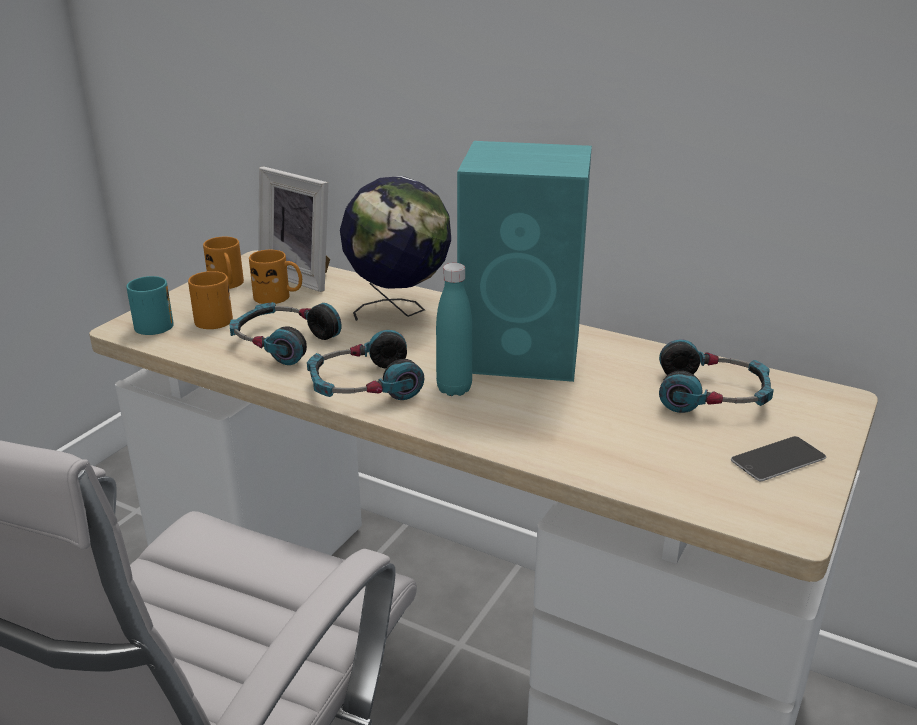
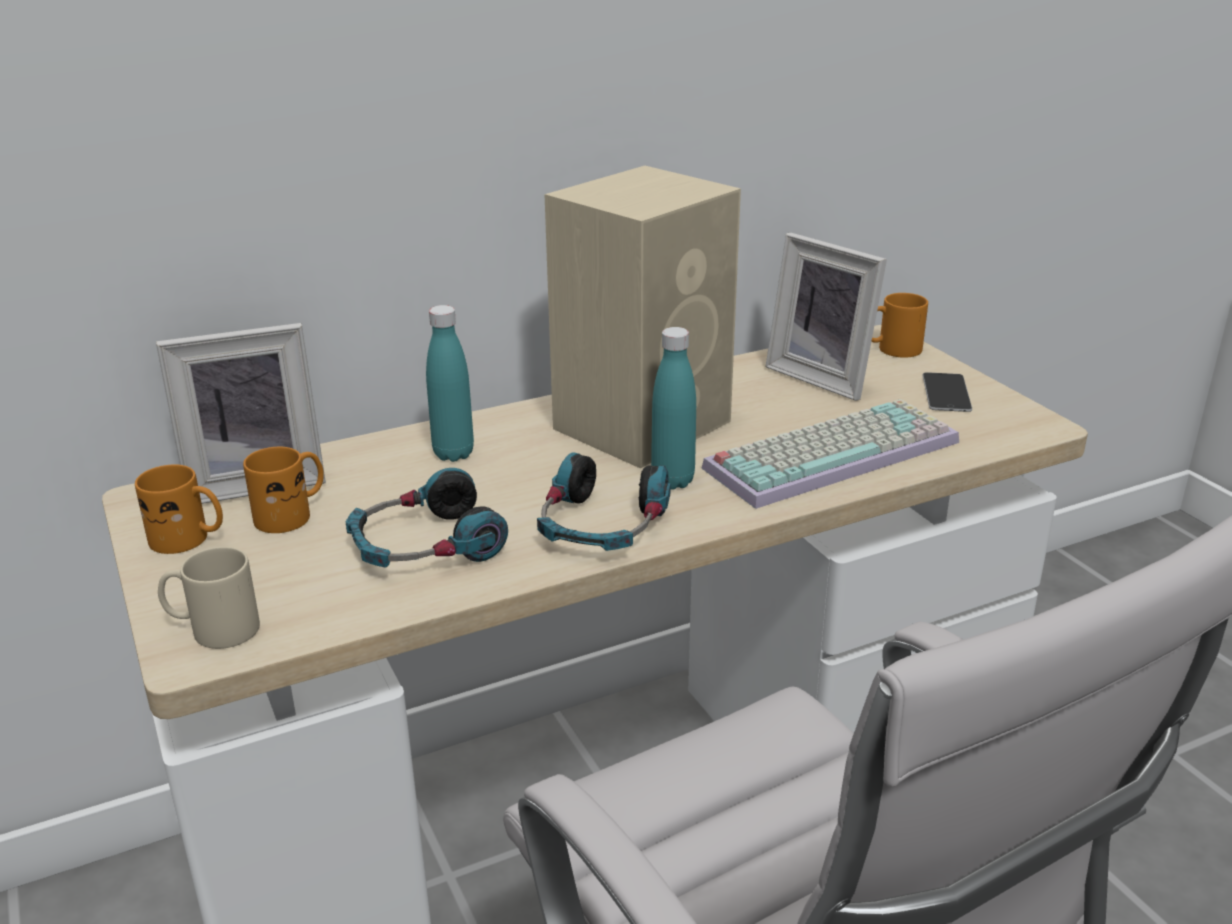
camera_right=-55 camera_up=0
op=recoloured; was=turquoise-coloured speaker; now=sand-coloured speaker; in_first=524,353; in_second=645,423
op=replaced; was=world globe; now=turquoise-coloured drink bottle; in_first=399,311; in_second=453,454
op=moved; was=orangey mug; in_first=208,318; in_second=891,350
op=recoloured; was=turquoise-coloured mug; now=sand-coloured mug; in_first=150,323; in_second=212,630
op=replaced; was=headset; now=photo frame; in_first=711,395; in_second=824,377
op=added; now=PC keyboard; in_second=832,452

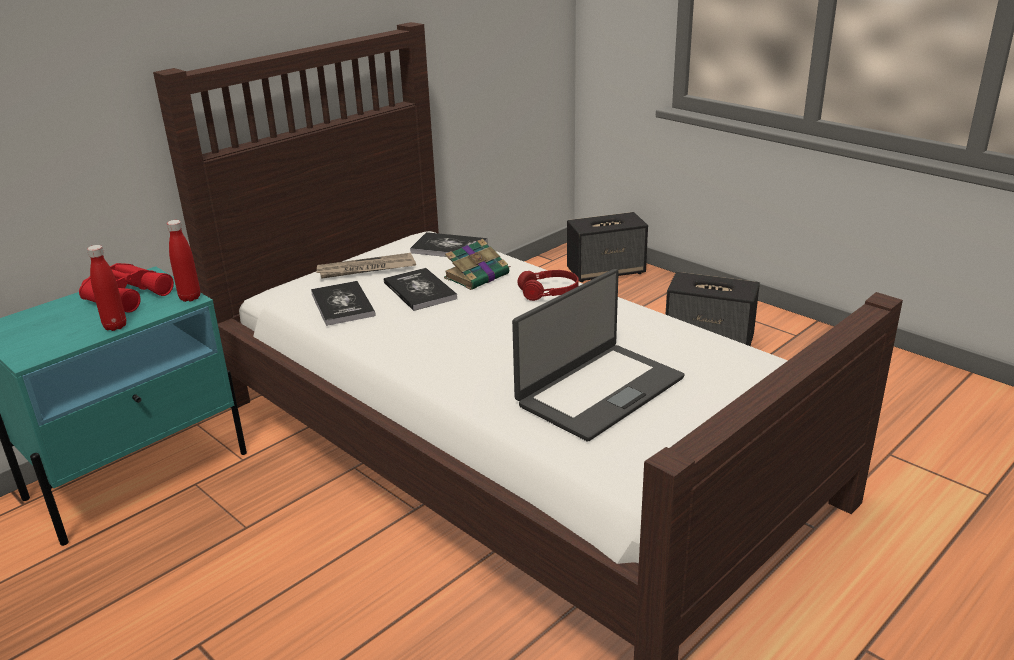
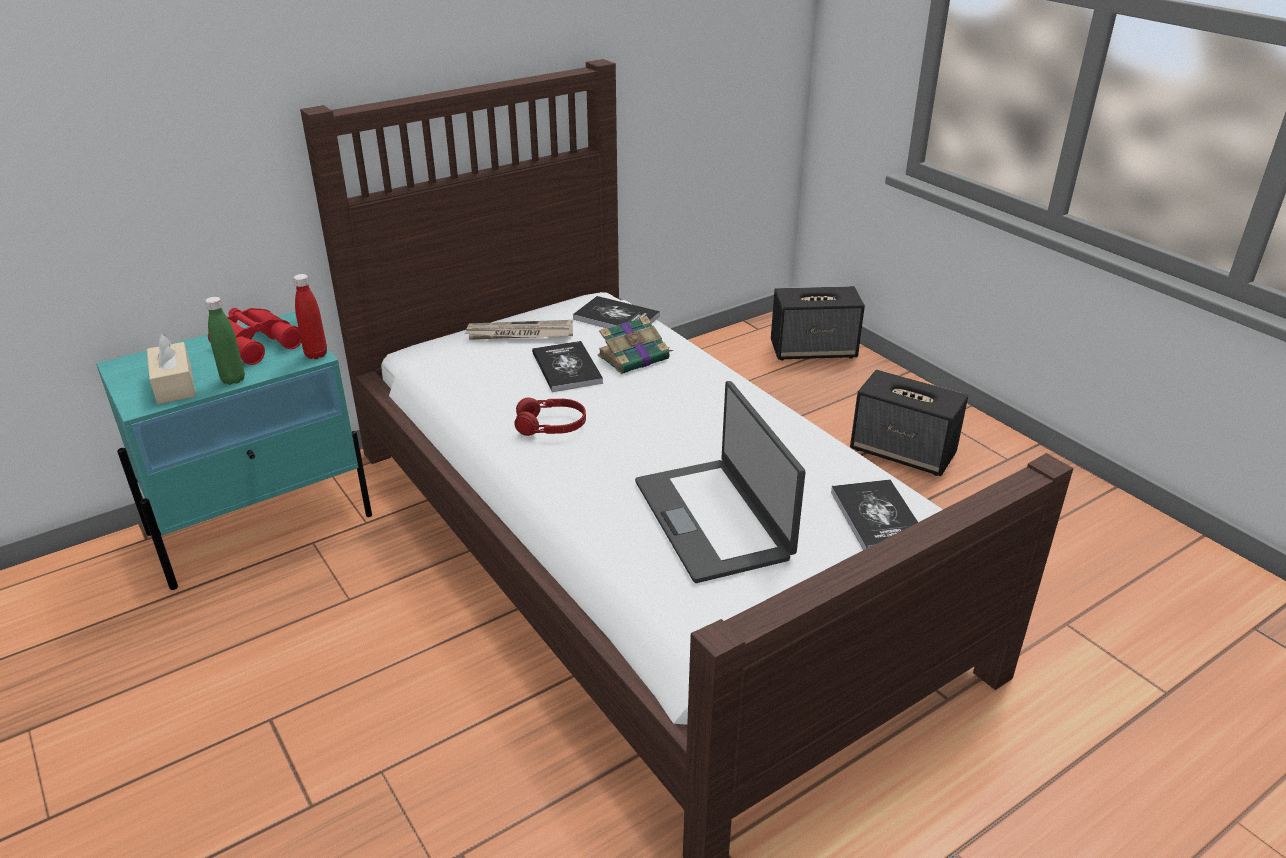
camera_right=10 camera_up=5
op=recoloured; was=red-coloured drink bottle; now=greenish drink bottle; in_first=115,326; in_second=233,379
op=turned; was=laptop; in_first=598,390; in_second=714,519; clockwise=105
op=moved; was=red-coloured headset; in_first=549,292; in_second=551,426
op=moved; was=bound book; in_first=342,304; in_second=878,518
op=added; now=sand-coloured tissue holder; in_second=174,385

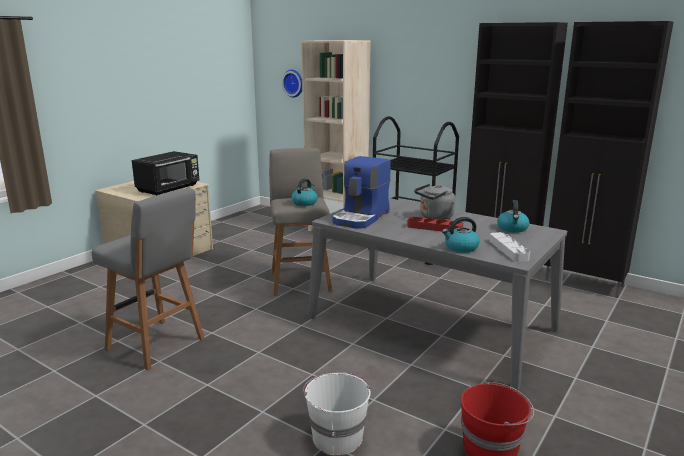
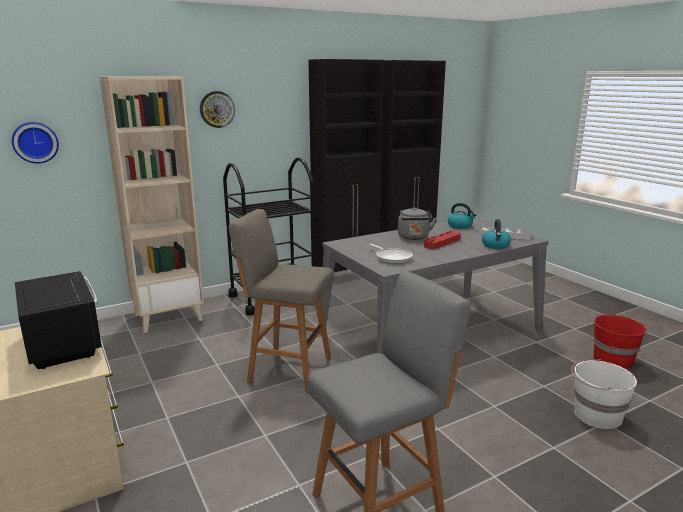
camera_right=-65 camera_up=0
op=replaced; was=coffee machine; now=skillet; in_first=361,218; in_second=392,258
op=removed; was=tea kettle; in_first=304,203
op=added; now=hanging clock; in_second=217,109

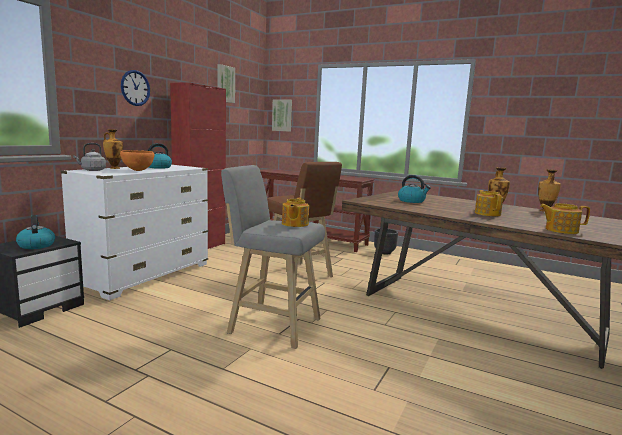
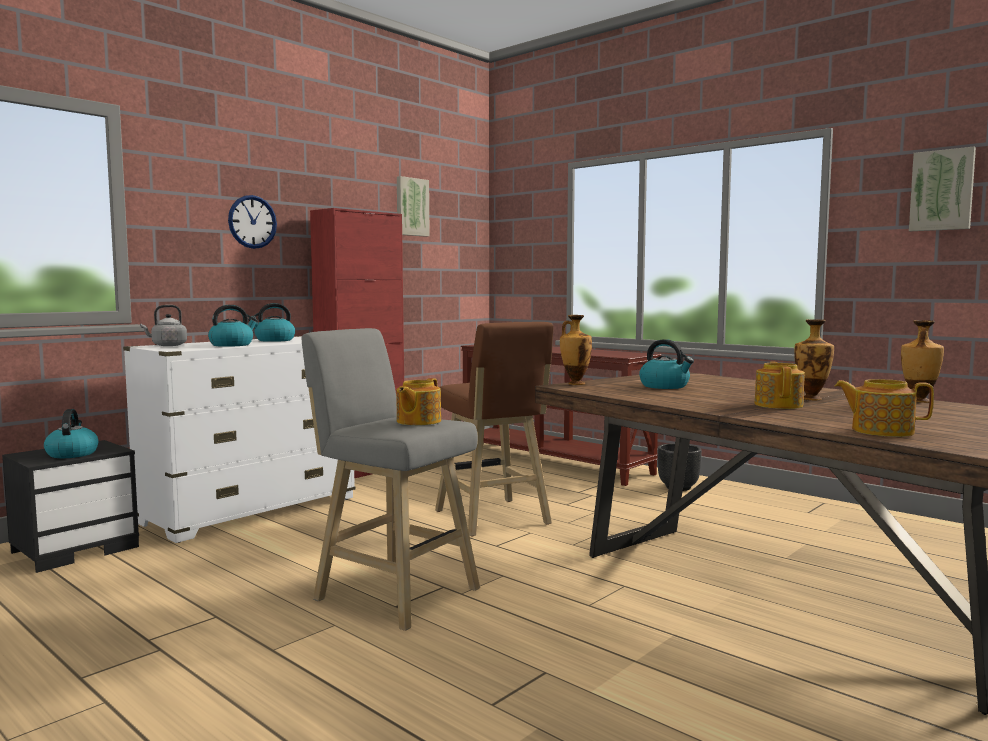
camera_right=15 camera_up=-5
op=moved; was=wall art; in_first=282,115; in_second=942,190
op=moved; was=vase; in_first=114,168; in_second=575,383
op=replaced; was=orangey deep dish; now=tea kettle; in_first=137,171; in_second=232,345

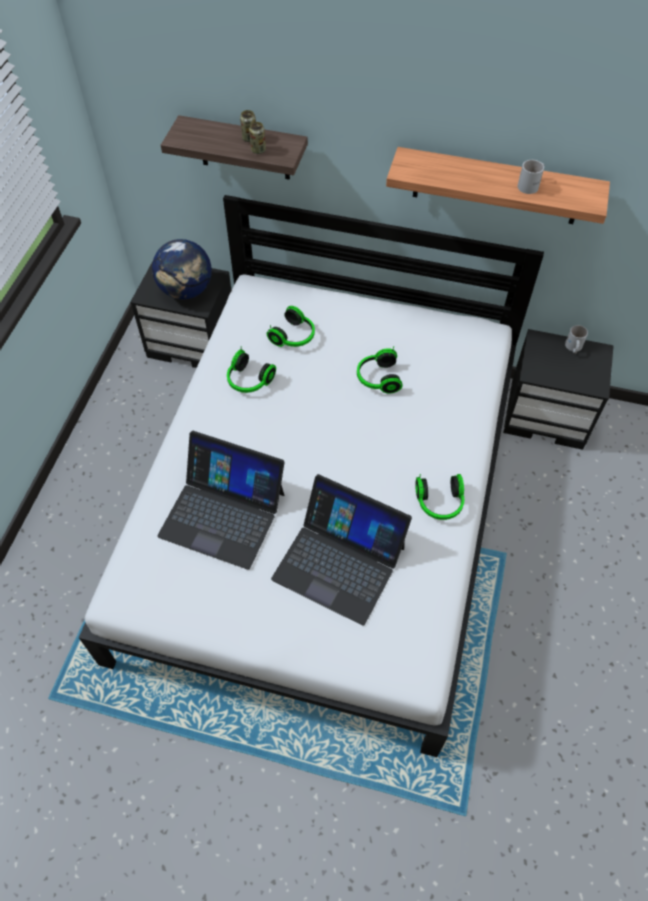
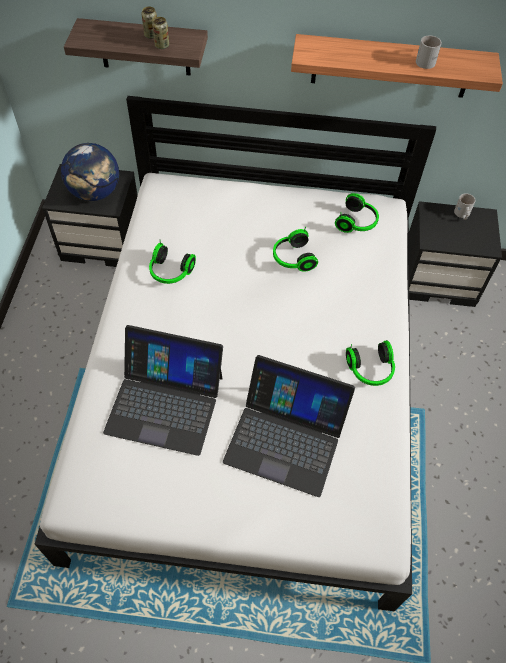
camera_right=-10 camera_up=0
op=moved; was=headset; in_first=294,337; in_second=357,222

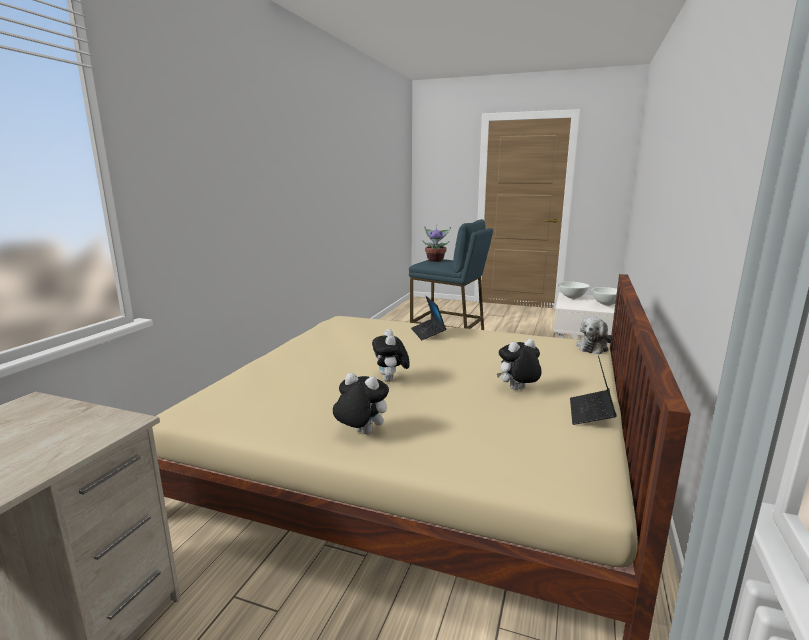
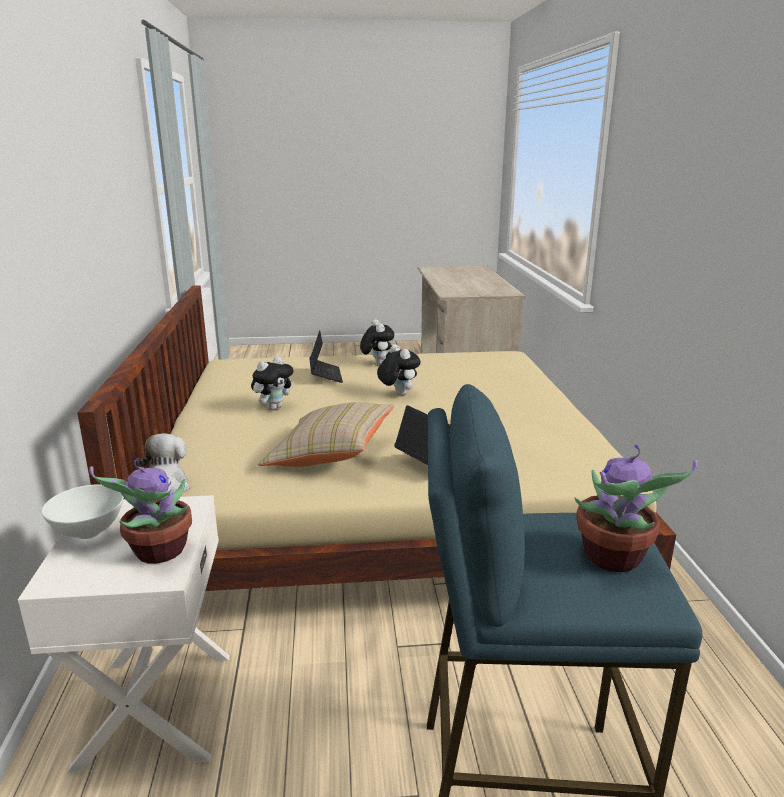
camera_right=155 camera_up=5
op=replaced; was=whitish deep dish; now=potted plant; in_first=572,298; in_second=158,552
op=moved; was=laptop; in_first=591,413; in_second=325,375
op=turned; was=soft toy; in_first=360,433; in_second=376,363; clockwise=-105
op=added; now=sand-coloured throw pillow; in_second=330,455

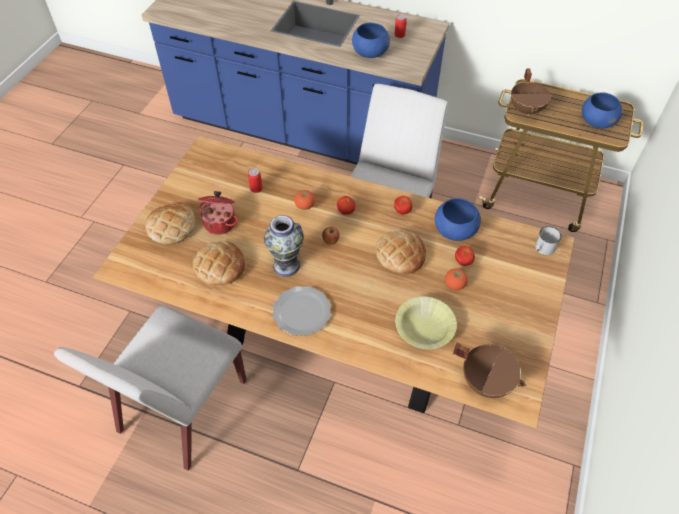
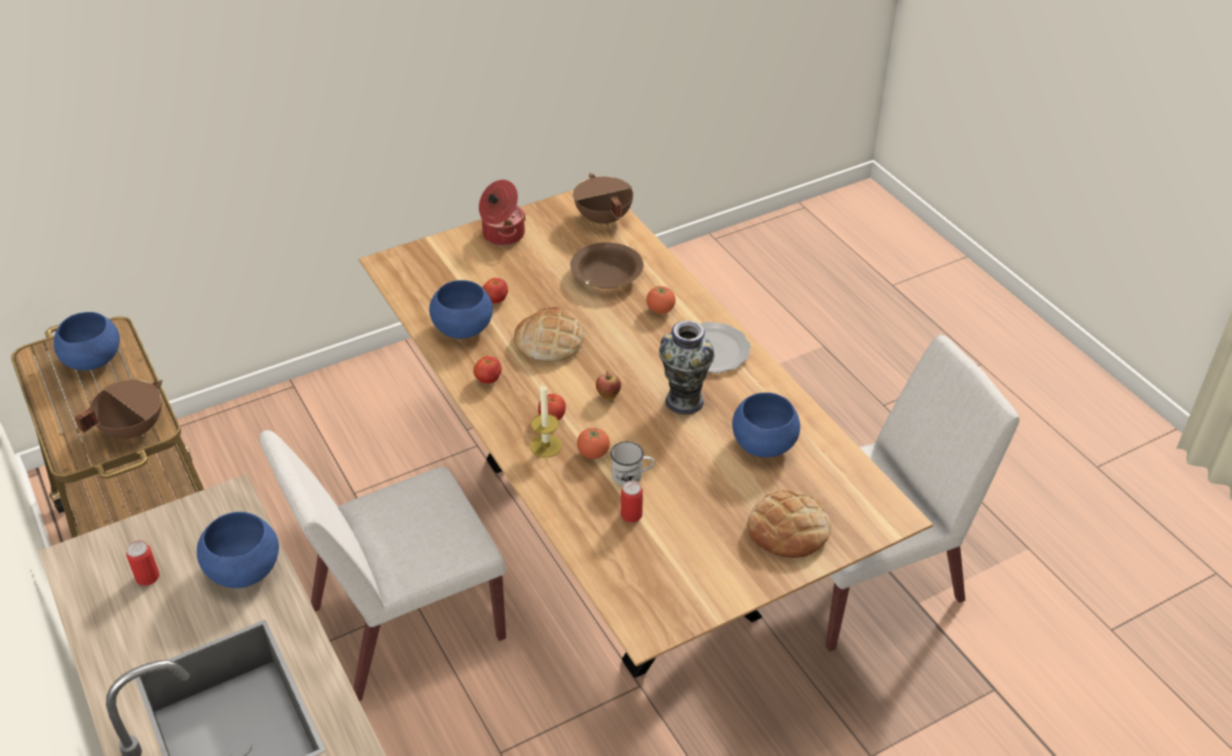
camera_right=-140 camera_up=-10
op=moved; was=cooking pot; in_first=220,222; in_second=502,234
op=moved; was=whitish mug; in_first=542,249; in_second=632,475
op=replaced; was=baked bread; now=bluish deep dish; in_first=220,266; in_second=763,444
op=moved; was=tomato; in_first=454,285; in_second=660,310
op=recoloured; was=yellow-coloured deep dish; now=brown-coloured deep dish; in_first=424,328; in_second=606,275
op=added; now=wax light; in_second=546,445

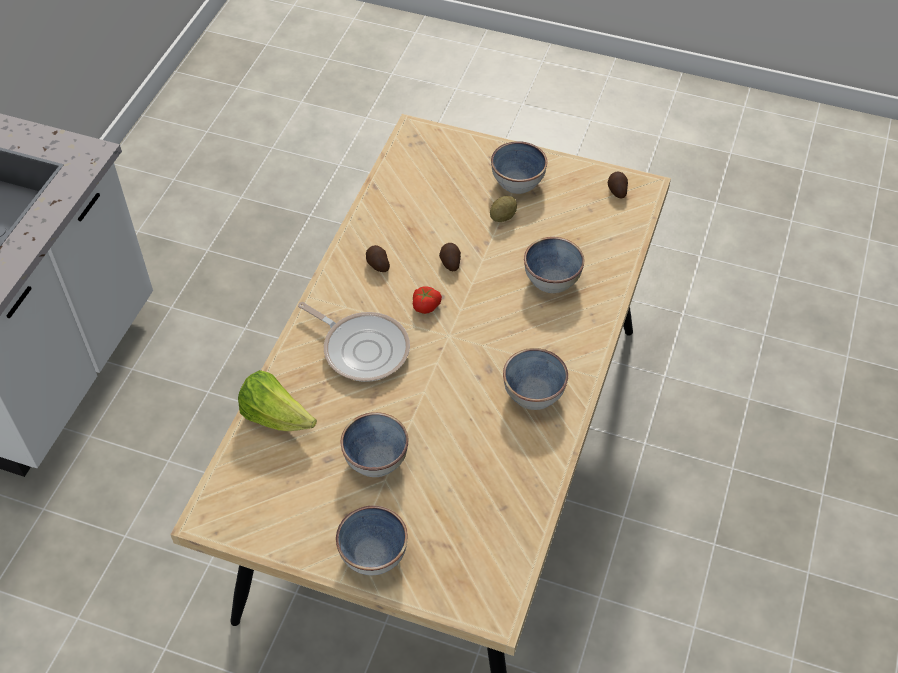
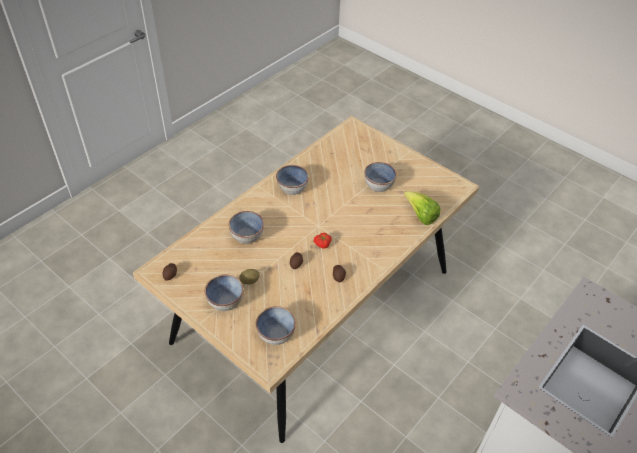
camera_right=-160 camera_up=-5
op=removed; was=skillet; in_first=362,348
op=moved; was=deep dish; in_first=374,555; in_second=275,334

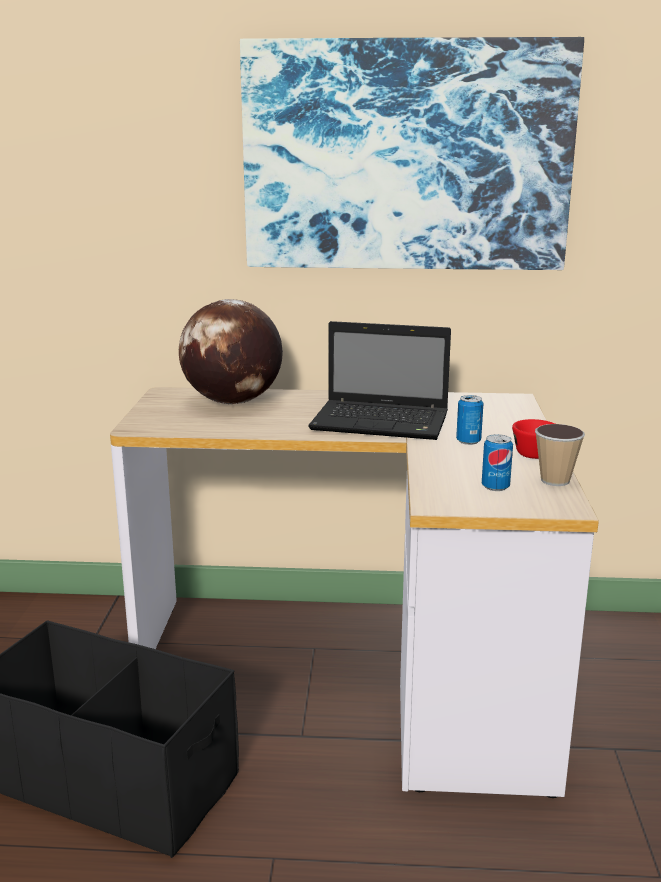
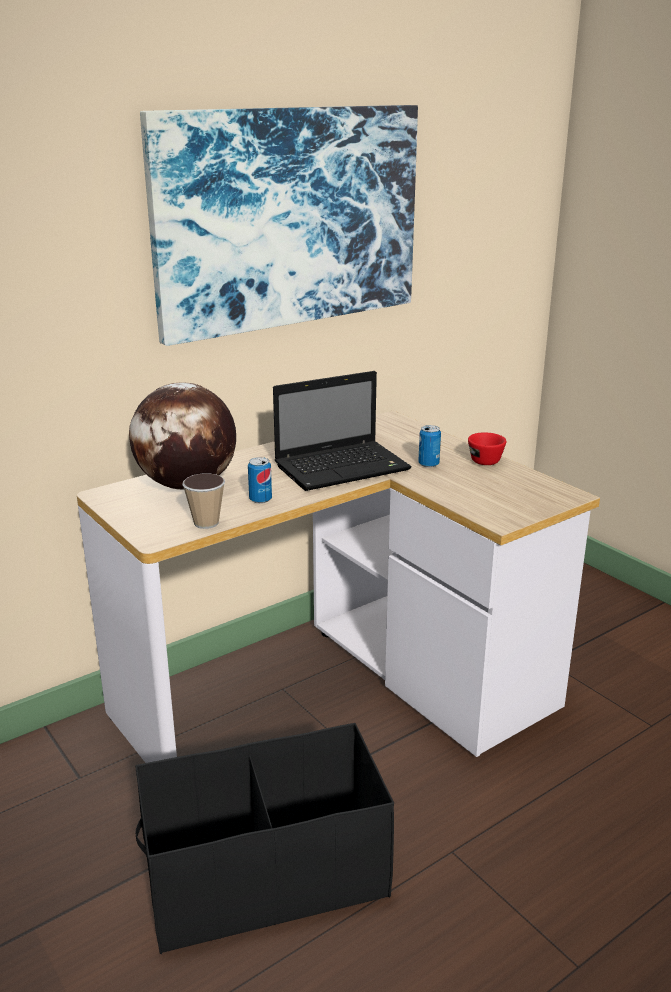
camera_right=-40 camera_up=5
op=moved; was=cup; in_first=555,480; in_second=206,523
op=moved; was=can; in_first=495,487; in_second=260,499

